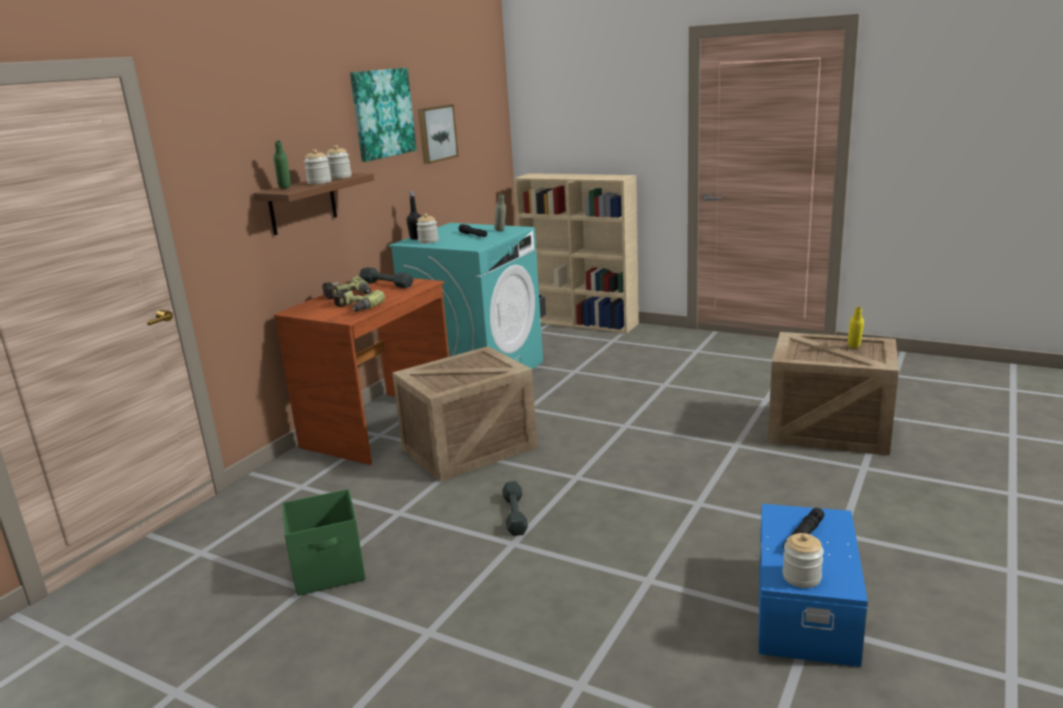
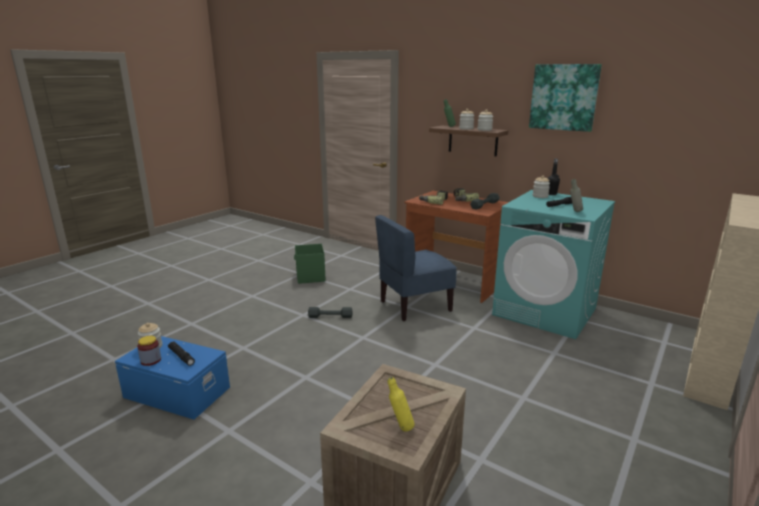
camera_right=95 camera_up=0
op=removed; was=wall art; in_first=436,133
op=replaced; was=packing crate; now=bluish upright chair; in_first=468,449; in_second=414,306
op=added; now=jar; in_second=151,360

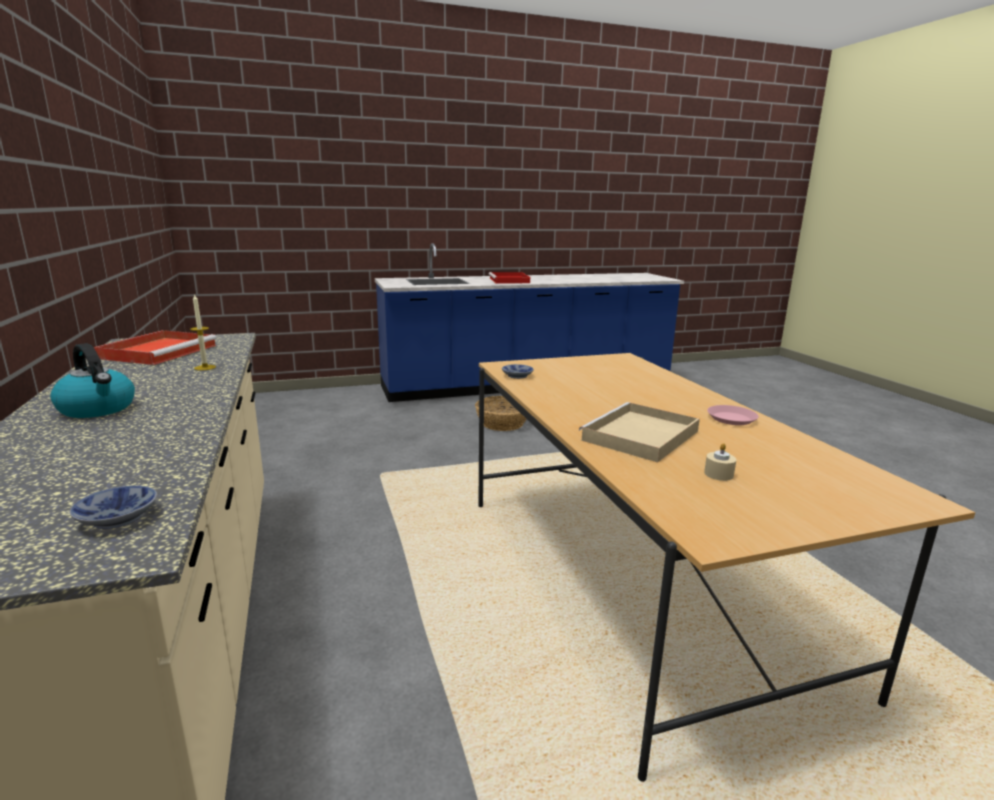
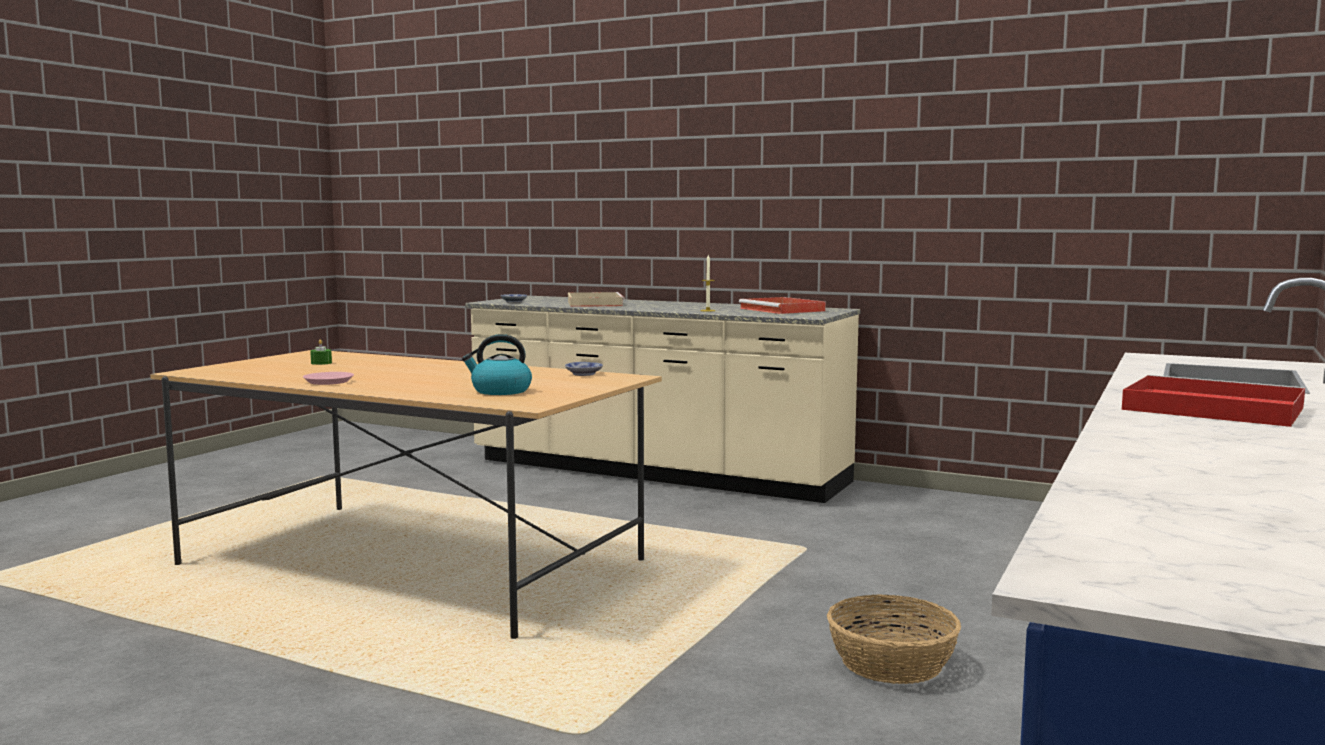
camera_right=135 camera_up=-10
op=moved; was=tea kettle; in_first=98,409; in_second=500,391
op=moved; was=sand-coloured tray; in_first=640,436; in_second=594,303
op=recoloured; was=sand-coloured wax light; now=greenish wax light; in_first=718,474; in_second=321,363

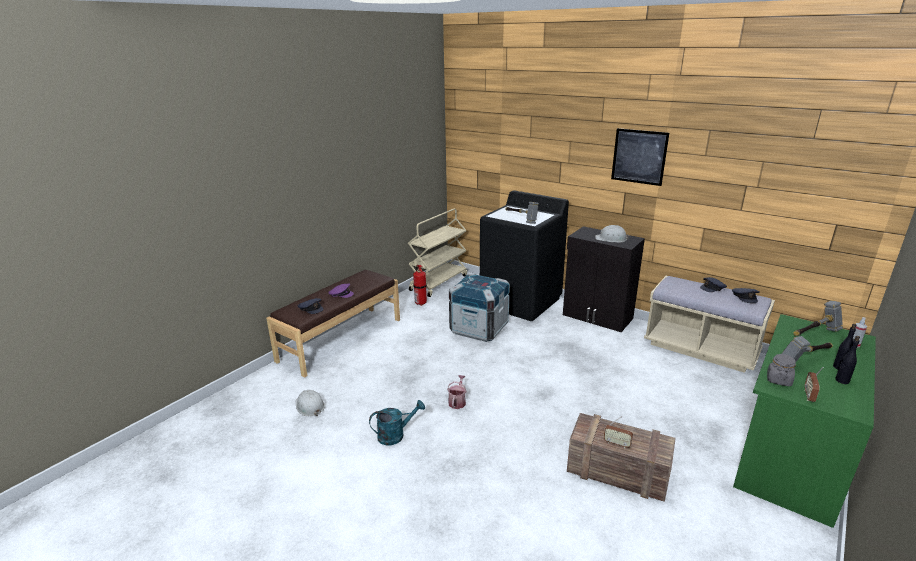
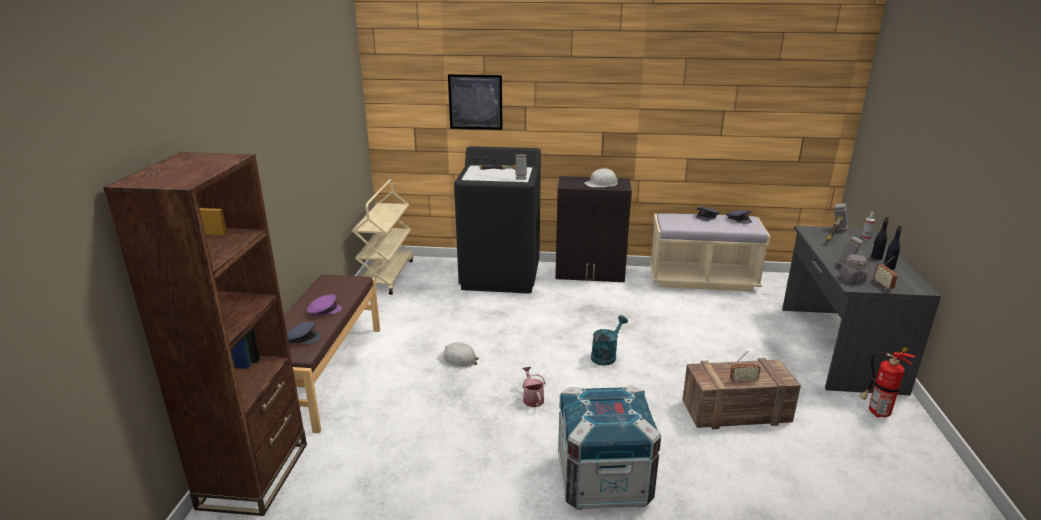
camera_right=-30 camera_up=0
op=moved; was=wall art; in_first=639,156; in_second=475,102
op=moved; was=fire-fighting cylinder; in_first=420,303; in_second=876,412
op=moved; was=packing crate; in_first=479,329; in_second=603,481
op=recoloured; was=greenish desk; now=greyish desk; in_first=790,452; in_second=837,347
op=moved; was=whitish hard hat; in_first=309,406; in_second=458,360
op=moved; was=turquoise-coloured sprinkling can; in_first=396,435; in_second=606,355
op=added; now=brown-coloured shelving unit; in_second=254,475

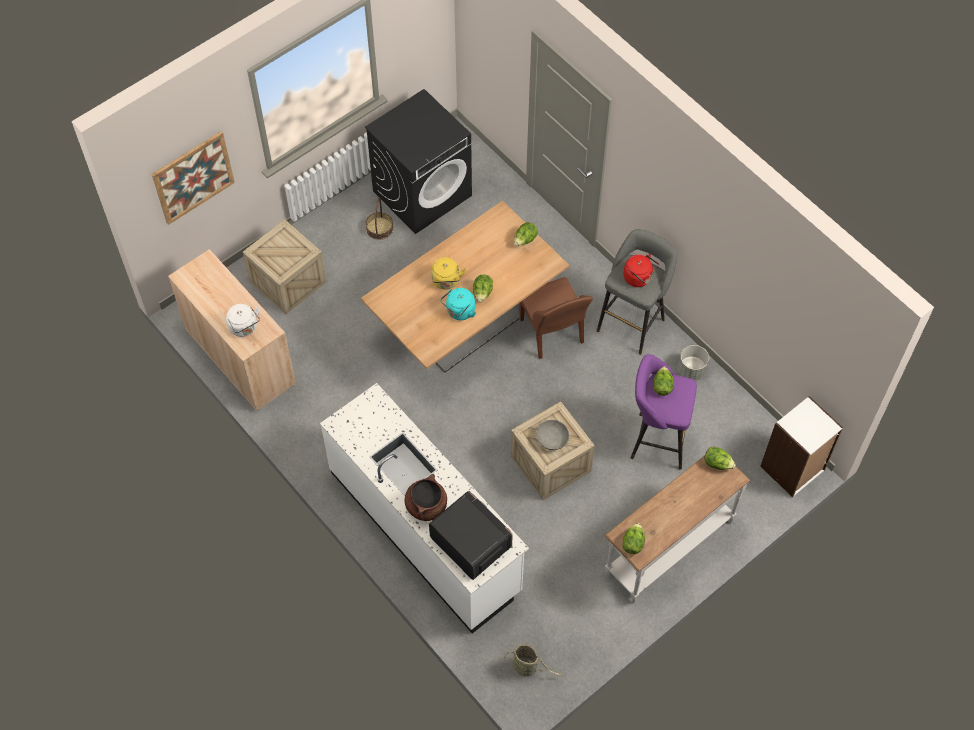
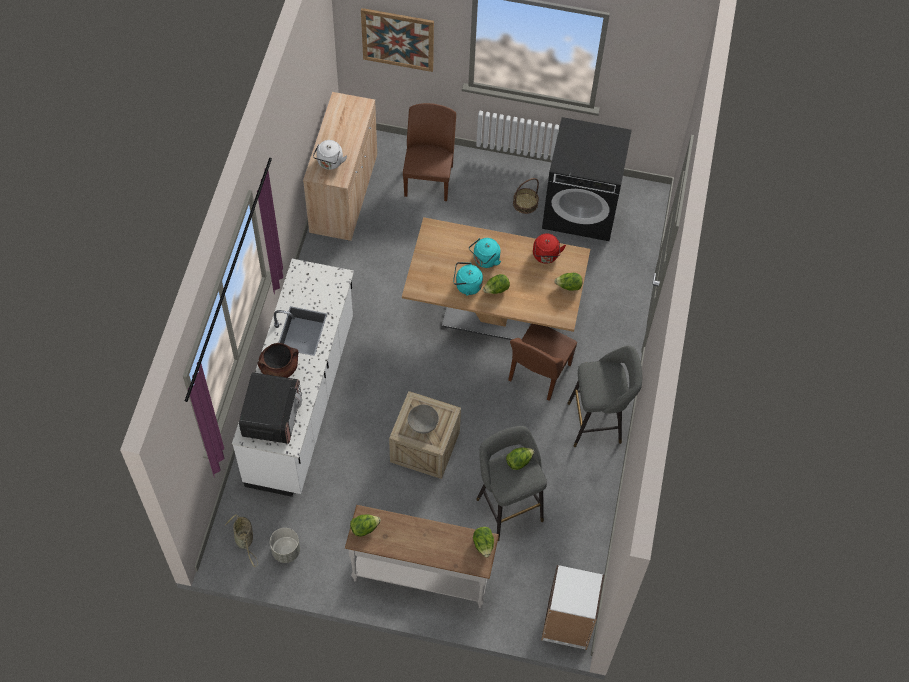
camera_right=50 camera_up=0
op=replaced; was=packing crate; now=brown-coloured upright chair; in_first=288,282; in_second=429,179
op=moved; was=red-coloured tea kettle; in_first=639,278; in_second=546,256
op=recoloured; was=yellow-coloured tea kettle; now=turquoise-coloured tea kettle; in_first=446,281; in_second=485,260
op=moved; was=greyish flower pot; in_first=692,370; in_second=286,551
op=recoloured; was=purple stool seat; now=greyish stool seat; in_first=656,440; in_second=507,506

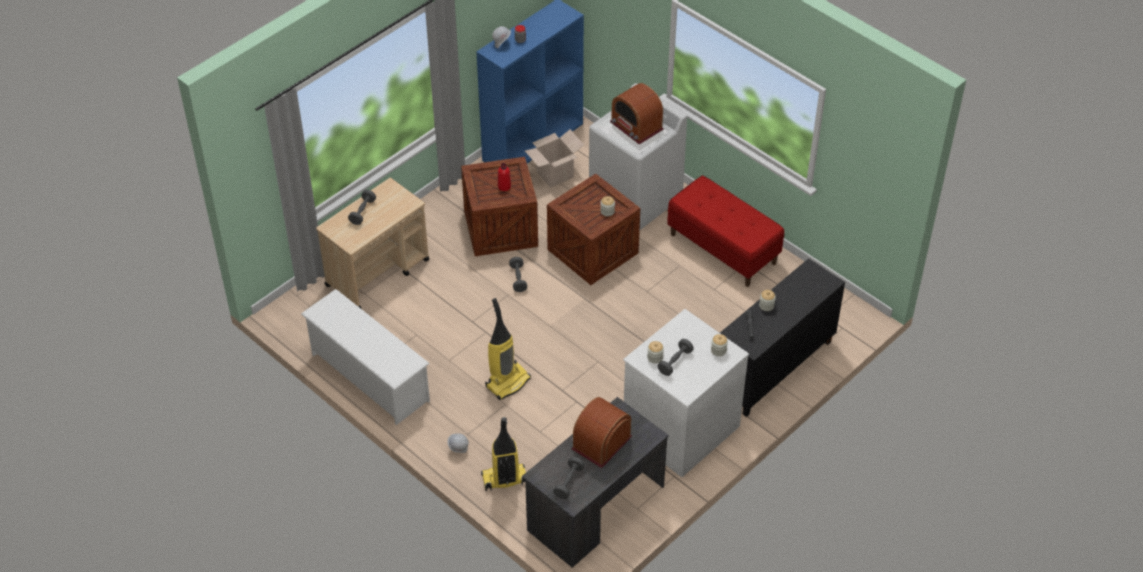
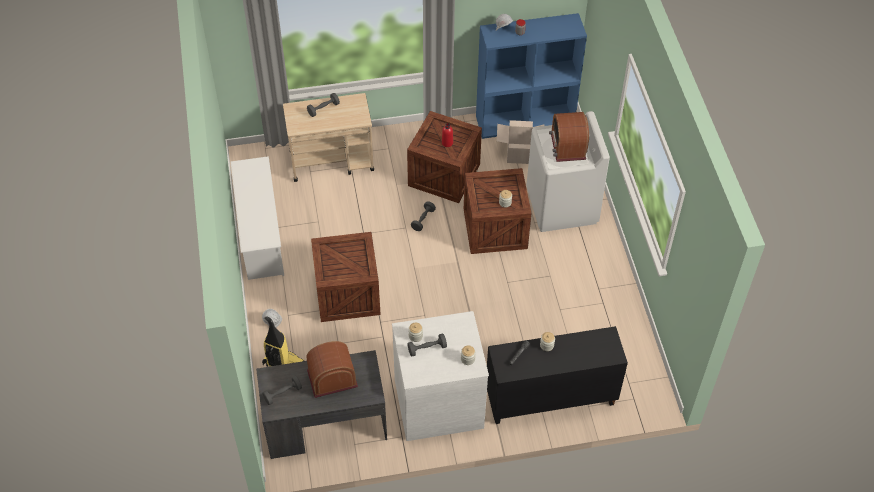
camera_right=35 camera_up=5
op=removed; was=red-coloured long seat; in_first=723,248
op=replaced; was=vacuum; now=packing crate; in_first=507,382; in_second=348,293

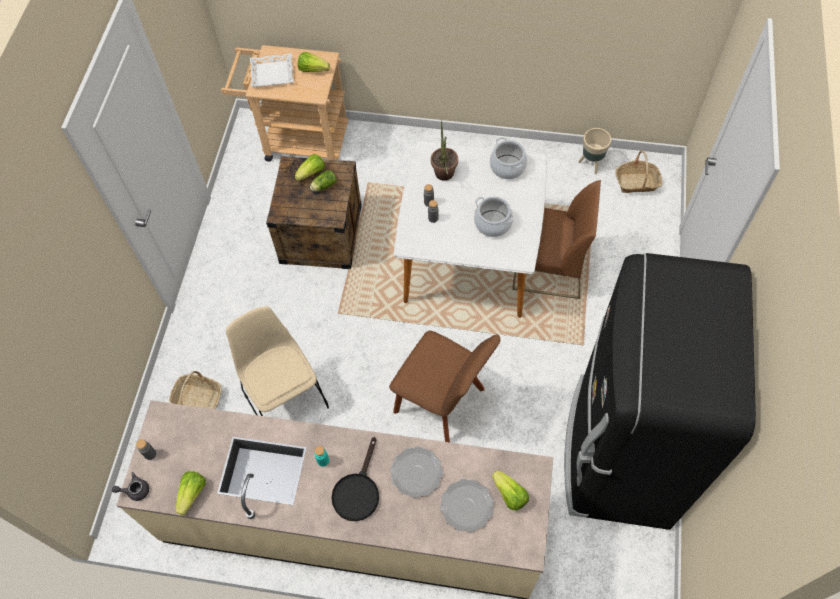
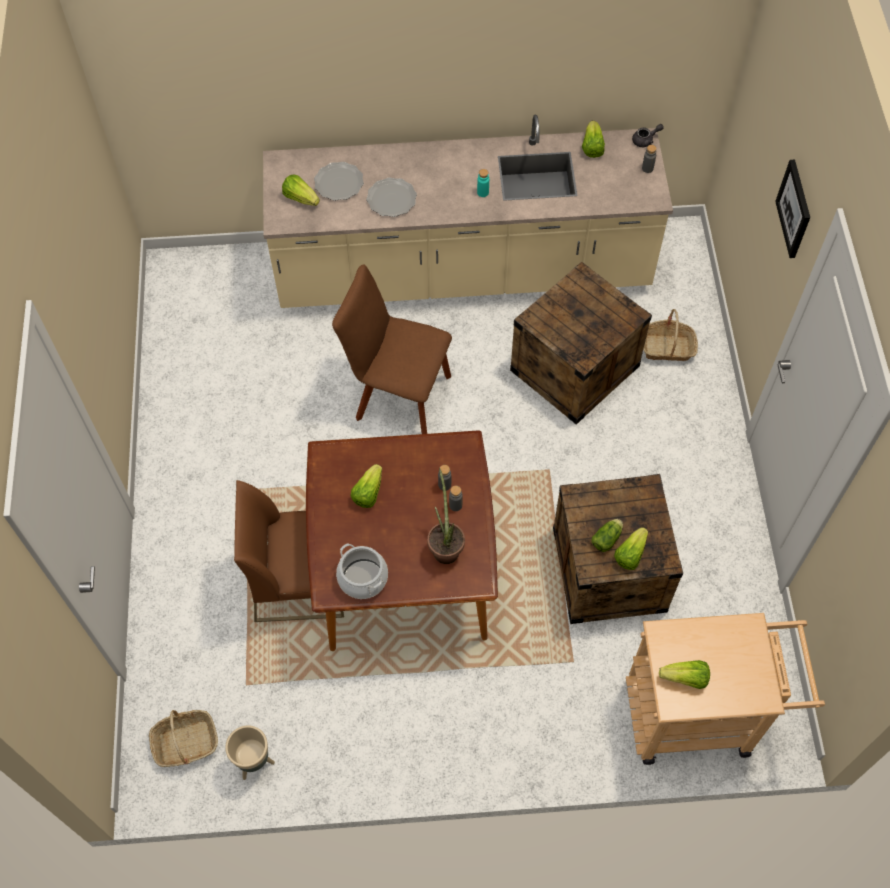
camera_right=165 camera_up=0
op=removed; was=whitish tray; in_first=272,73
op=recoloured; was=whitish kitchen table; now=brown-coloured kitchen table; in_first=470,259; in_second=404,573
op=replaced; was=cooking pot; now=lettuce head; in_first=493,223; in_second=368,492
op=removed; was=blackish fridge; in_first=619,452
op=replaced; was=sand-coloured upright chair; now=packing crate; in_first=284,396; in_second=574,368
op=removed; was=blackish skillet; in_first=357,491
op=added; now=wall art; in_second=794,209

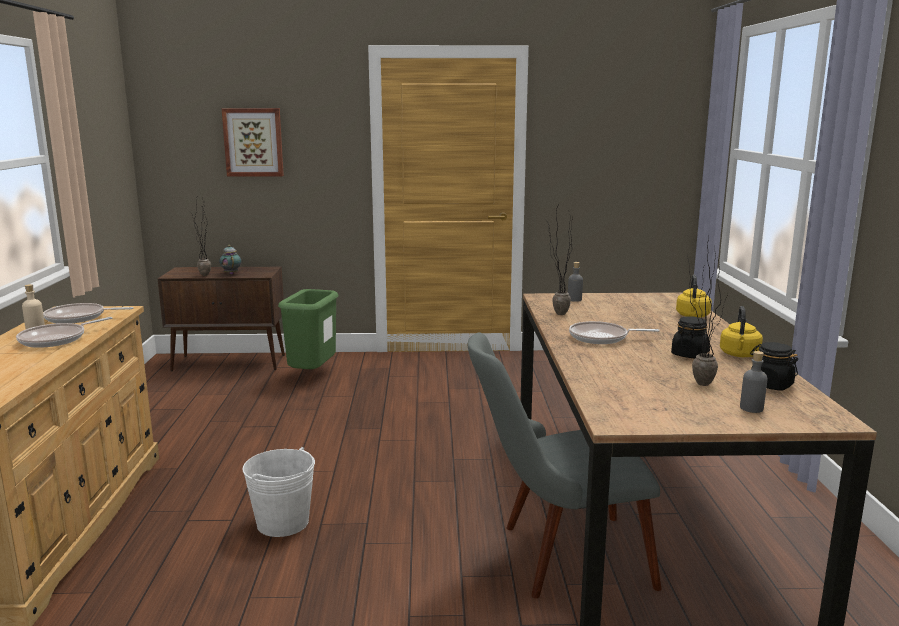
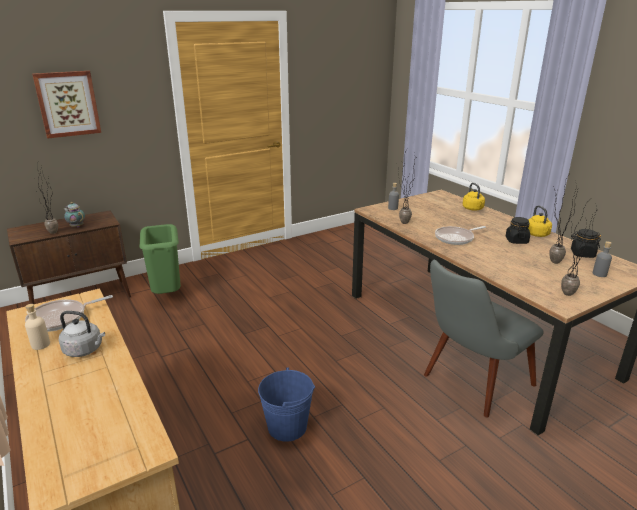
camera_right=-30 camera_up=10
op=replaced; was=skillet; now=greyish tea kettle; in_first=57,339; in_second=85,350
op=recoloured; was=whitish water bucket; now=bluish water bucket; in_first=283,523; in_second=287,426
op=added; now=potted plant; in_second=564,295

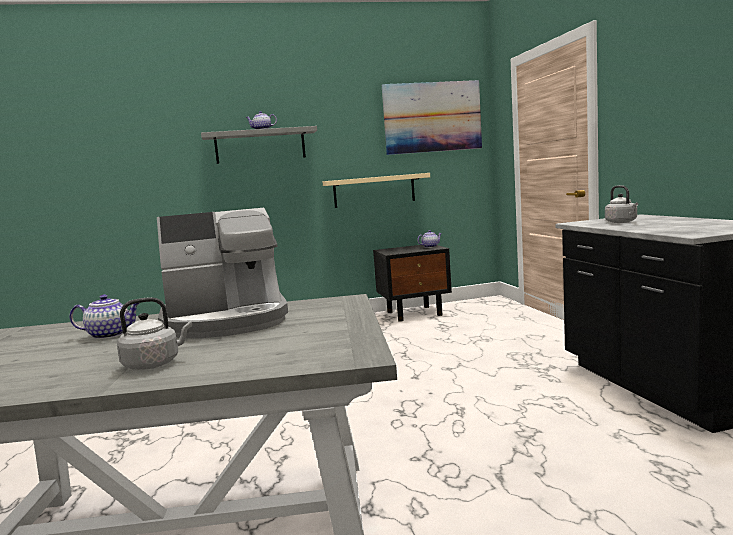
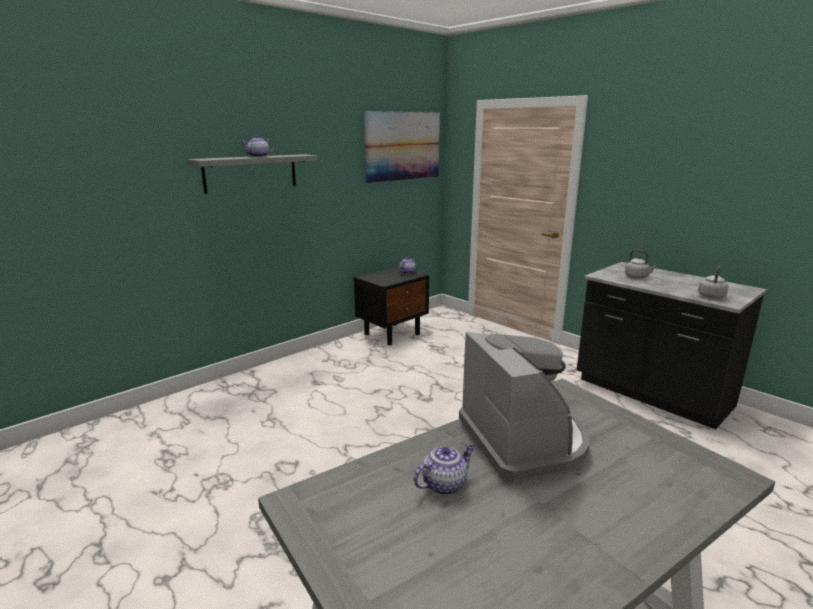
camera_right=-30 camera_up=10
op=removed; was=sand-coloured wall shelf; in_first=374,190
op=turned; was=coffee machine; in_first=227,321; in_second=523,441; clockwise=-60
op=moved; was=greyish tea kettle; in_first=154,364; in_second=711,296

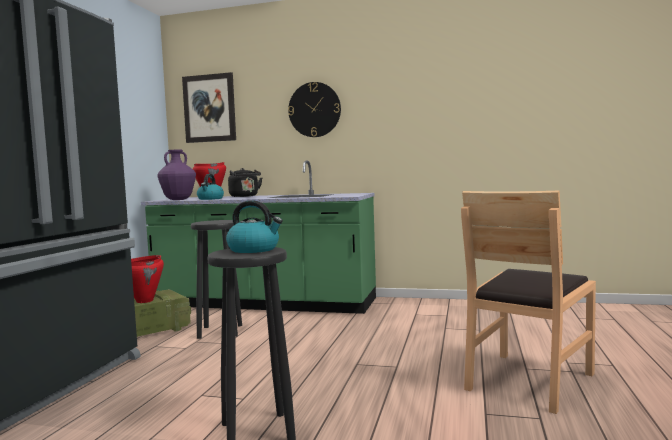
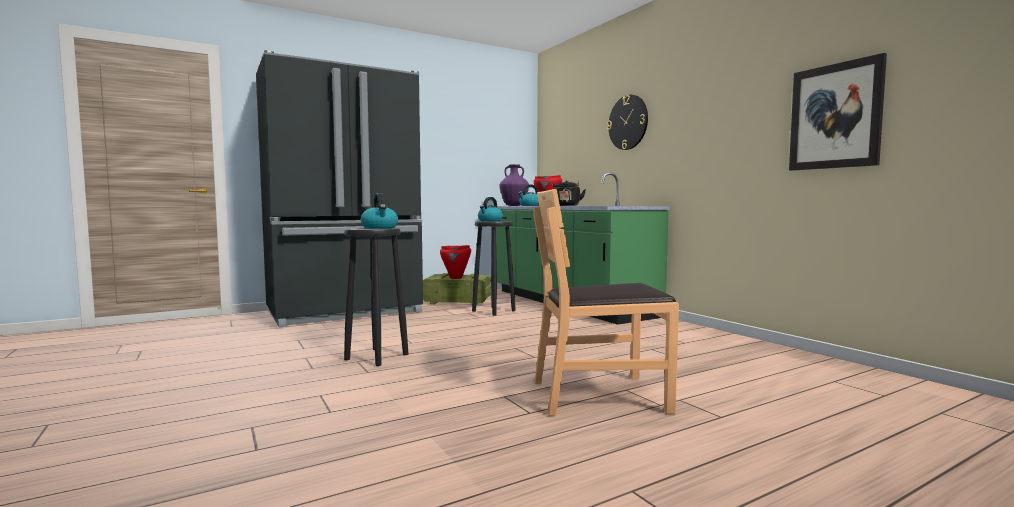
camera_right=45 camera_up=0
op=moved; was=wall art; in_first=209,108; in_second=835,116
op=added; now=tea kettle; in_second=490,221

